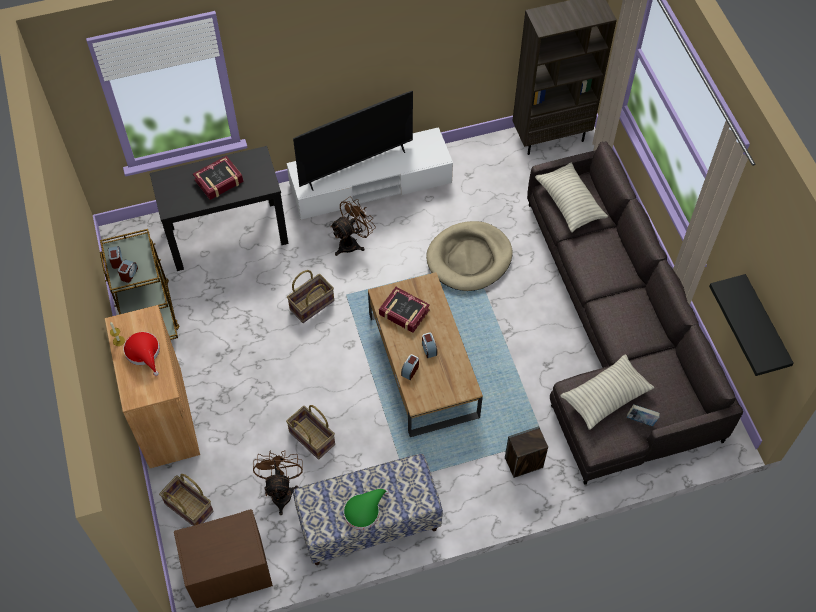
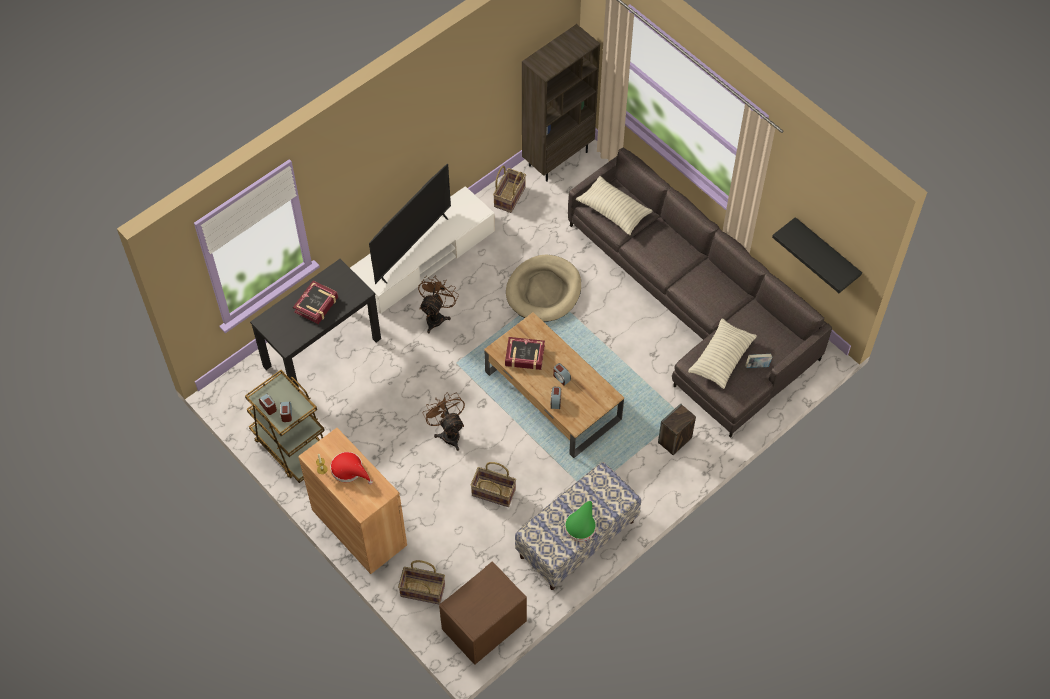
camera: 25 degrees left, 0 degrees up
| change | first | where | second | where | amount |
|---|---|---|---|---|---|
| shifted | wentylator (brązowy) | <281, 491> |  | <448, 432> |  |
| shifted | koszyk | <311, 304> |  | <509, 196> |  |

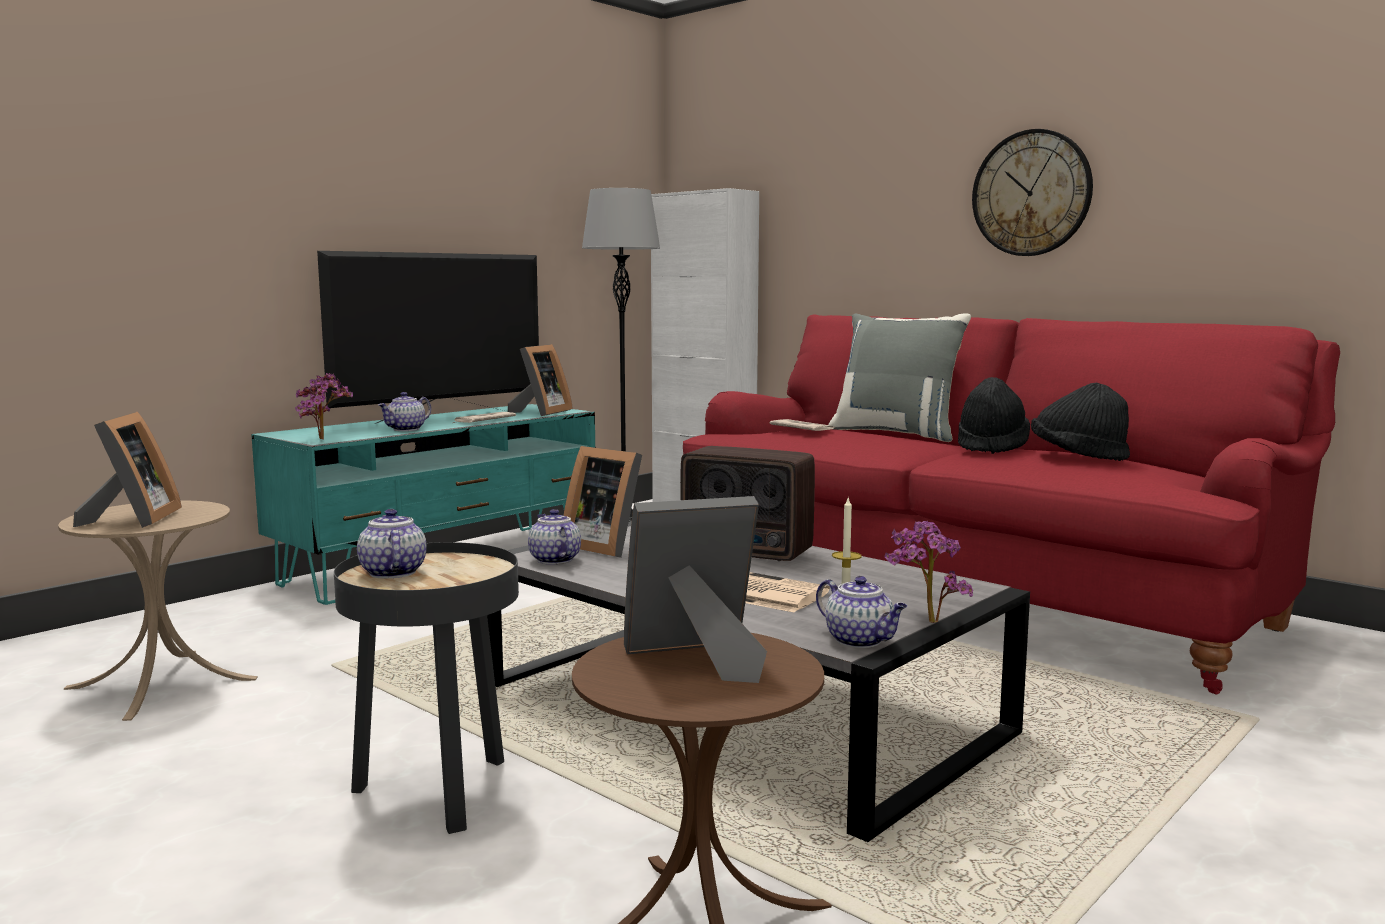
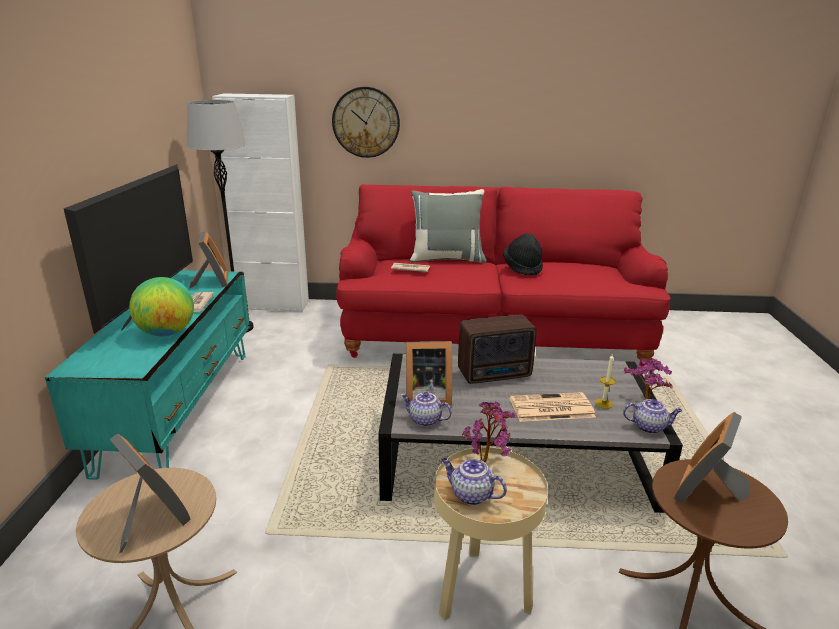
camera: 40 degrees left, 15 degrees up
| change | first | where | second | where | amount |
|---|---|---|---|---|---|
| swapped | imbryk | <406, 429> | globus | <167, 333> |  |
| shifted | zegar ścienny | <1031, 193> |  | <366, 122> |  |
| repainted | stolik (czarny) | <437, 791> | stolik (beżowy) | <481, 591> |  |
| shifted | roślina doniczkowa | <325, 440> |  | <488, 461> |  |
| gone | kapelusz (czarny) | <1078, 457> |  |  |  |

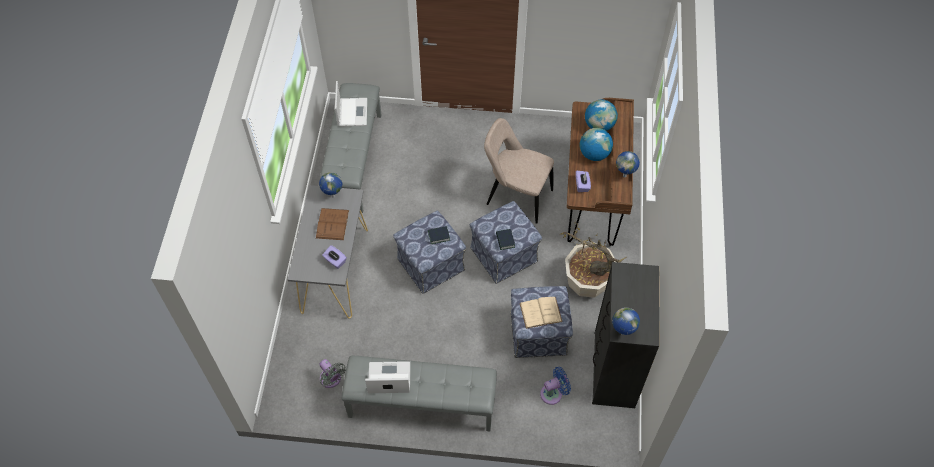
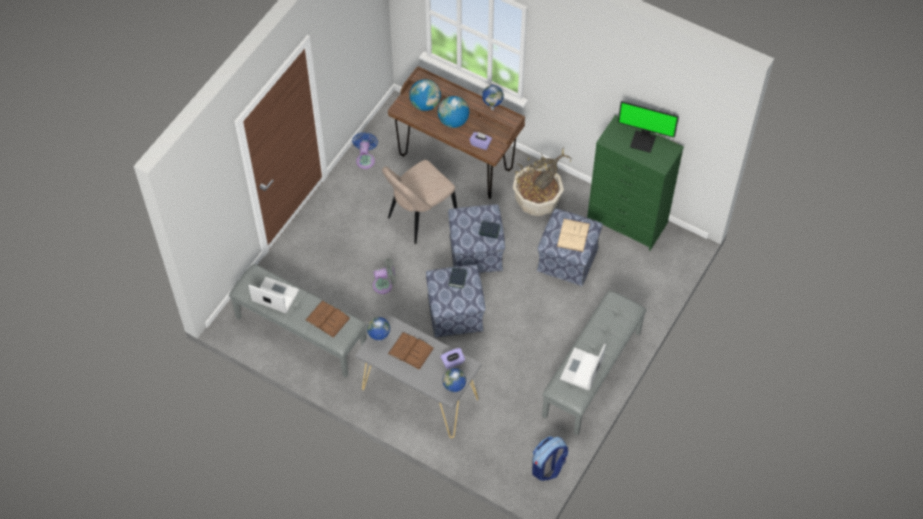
camera: 65 degrees left, 0 degrees up
| change | first | where | second | where | amount |
|---|---|---|---|---|---|
| new |  |  | książka (brązowy) | <327, 319> |  |
| shifted | wentylator (niebieski) | <553, 393> |  | <365, 159> |  |
| shifted | wentylator (szary) | <331, 380> |  | <385, 285> |  |
| shifted | globus | <622, 333> |  | <454, 391> |  |
| new |  |  | plecak | <548, 467> |  |
| repainted | komoda (czarny) | <614, 370> | komoda (zielony) | <627, 221> |  |
| new |  |  | monitor | <643, 141> |  |

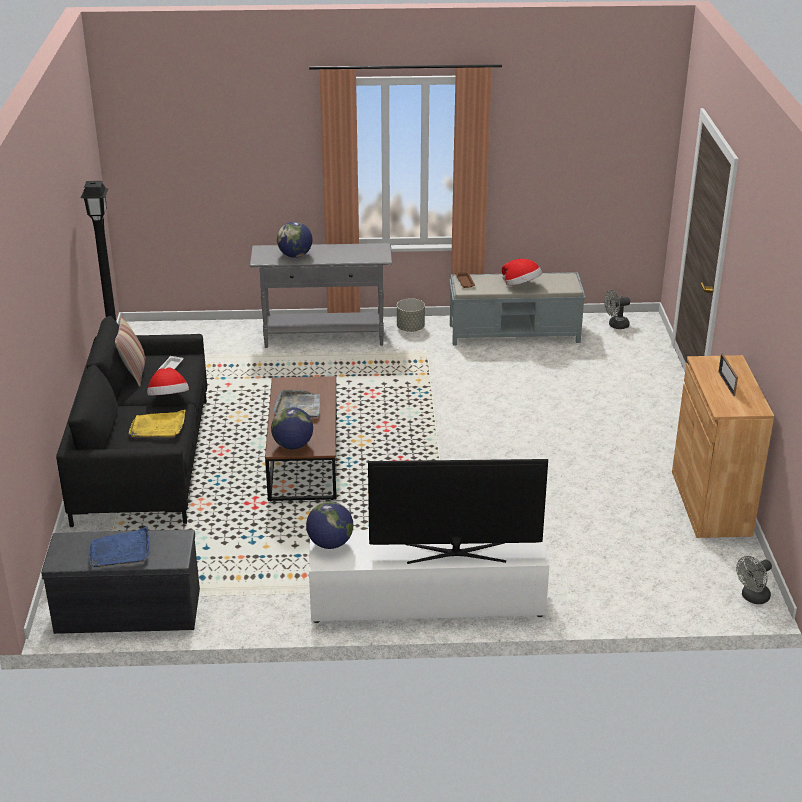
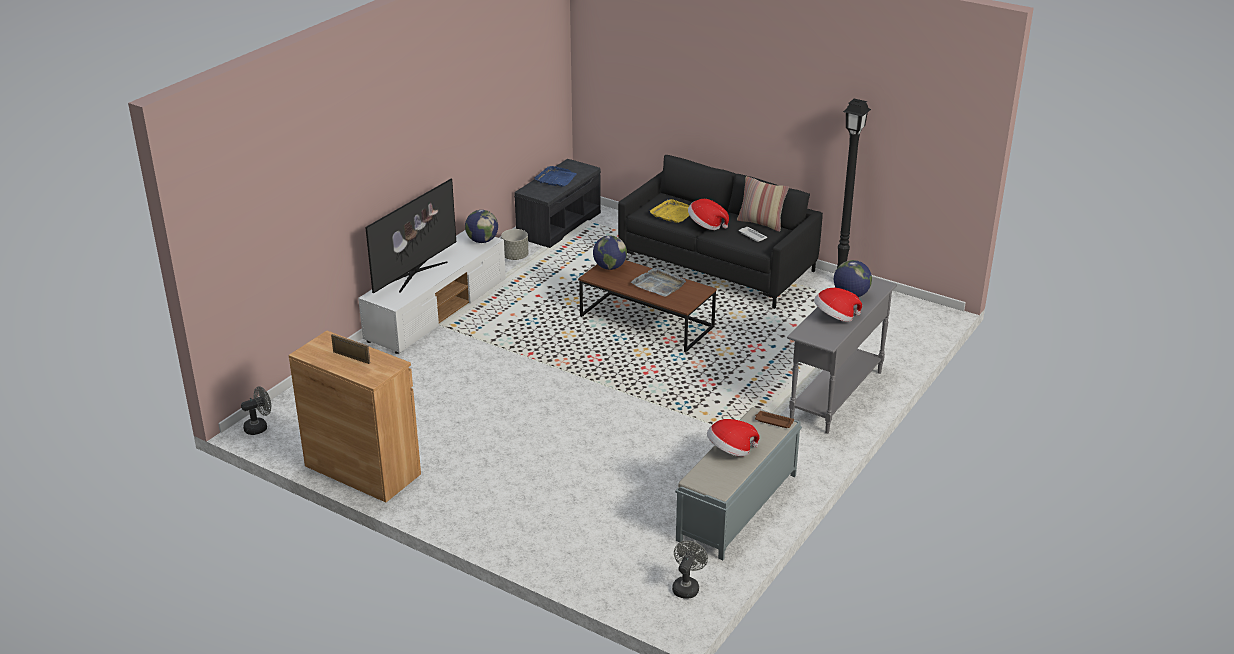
camera: 125 degrees right, 0 degrees up
| change | first | where | second | where | amount |
|---|---|---|---|---|---|
| rotated | wentylator (szary) | <752, 598> |  | <259, 427> | 60 degrees clockwise |
| shifted | donica (szary) | <410, 328> |  | <515, 257> |  |
| new |  |  | kapelusz | <835, 317> |  |

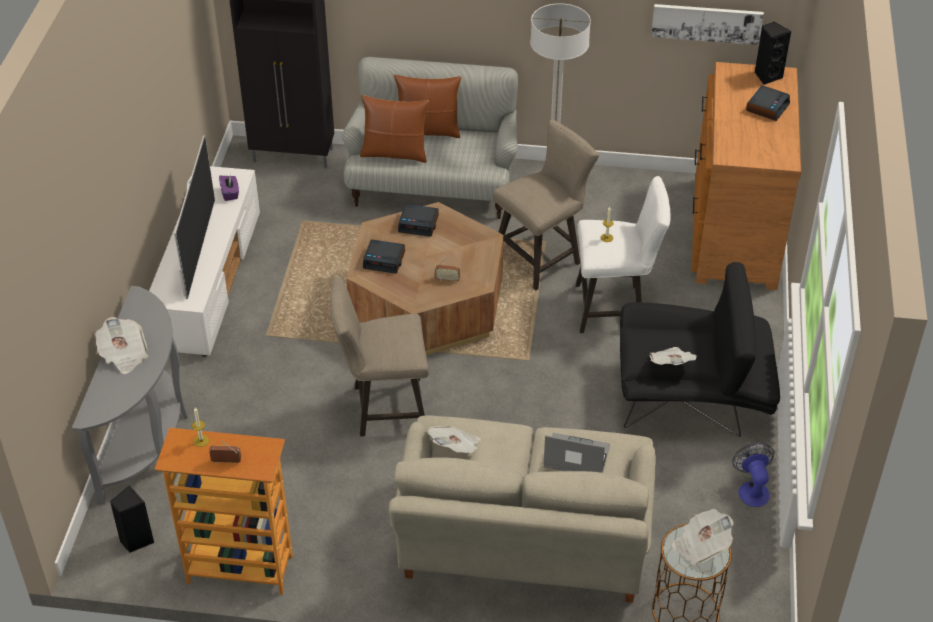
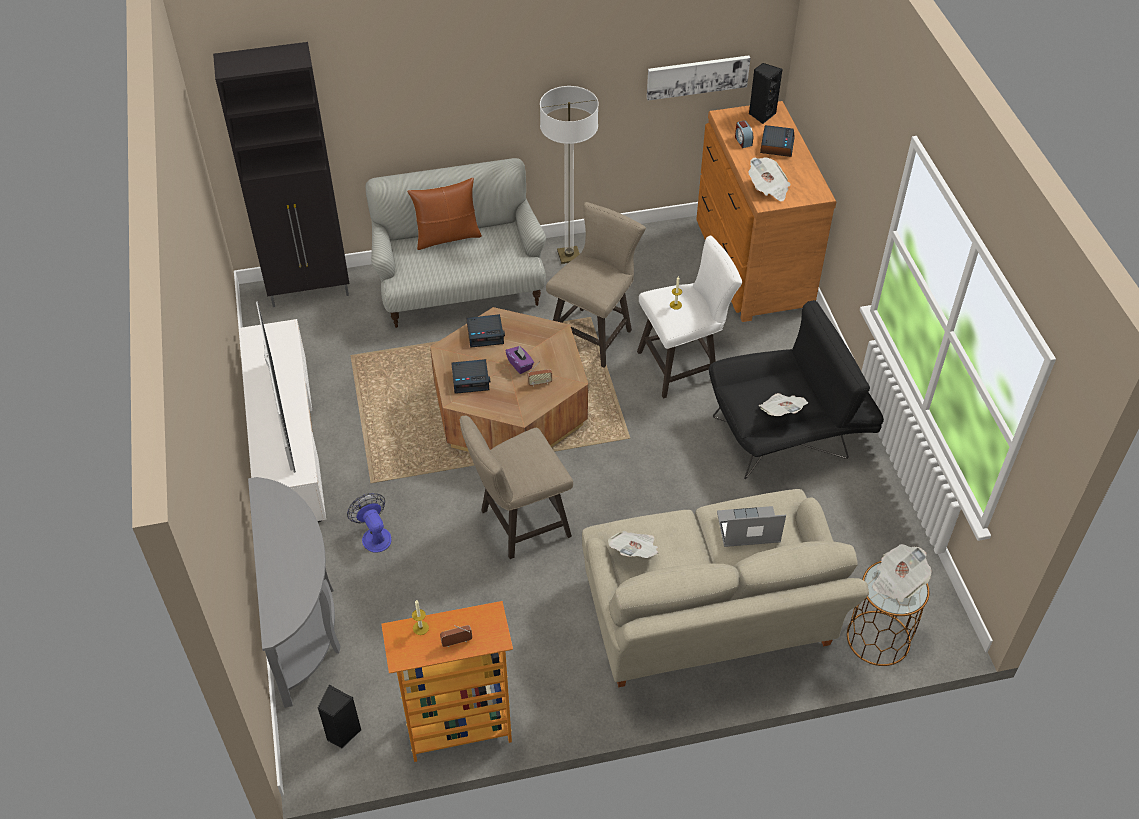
camera: 20 degrees left, 5 degrees up
| change | first | where | second | where | amount |
|---|---|---|---|---|---|
| shifted | wentylator | <752, 489> |  | <374, 535> |  |
| shifted | pudełko chusteczek (fioletowy) | <230, 193> |  | <520, 365> |  |
| new |  |  | budzik | <743, 141> |  |
| shifted | gazeta | <124, 355> |  | <768, 188> |  |
| gone | poduszka (brązowy) | <394, 153> |  |  |  |

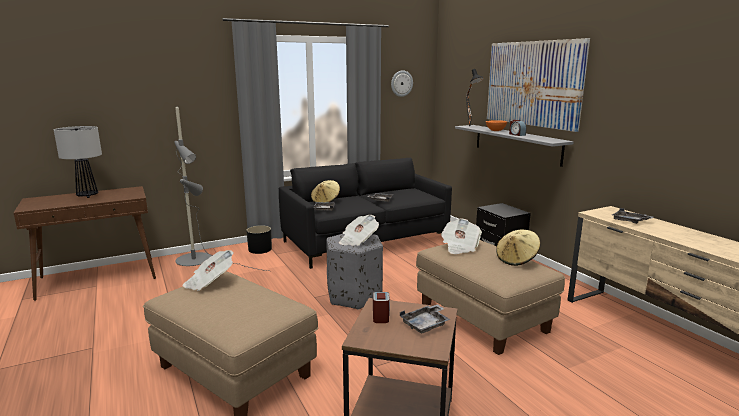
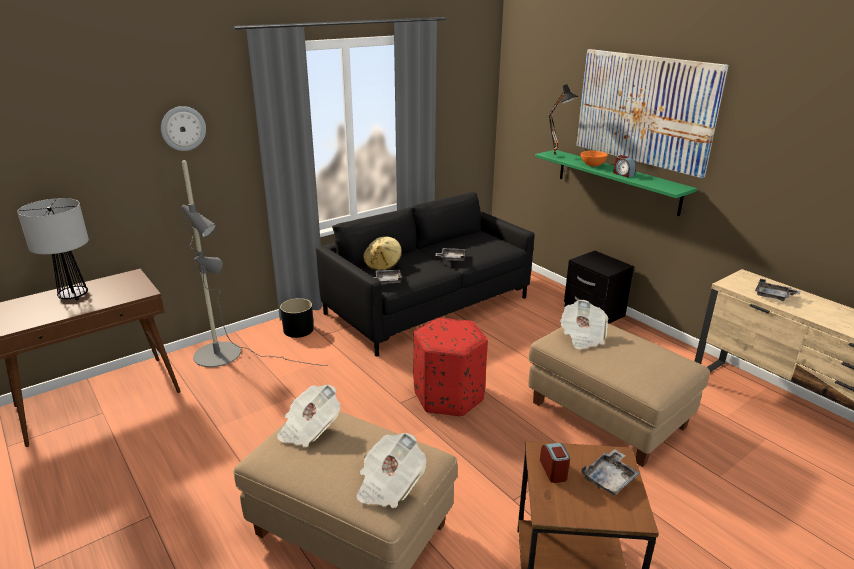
camera: 10 degrees left, 10 degrees up
| change | first | where | second | where | amount |
|---|---|---|---|---|---|
| shifted | zegar ścienny | <401, 83> |  | <183, 128> |  |
| shifted | gazeta | <358, 240> |  | <389, 485> |  |
| repainted | pufa (szary) | <355, 296> | pufa (czerwony) | <449, 396> |  |
| repainted | półka (szary) | <516, 144> | półka (zielony) | <617, 181> |  |
| gone | kapelusz (beżowy) | <517, 259> |  |  |  |

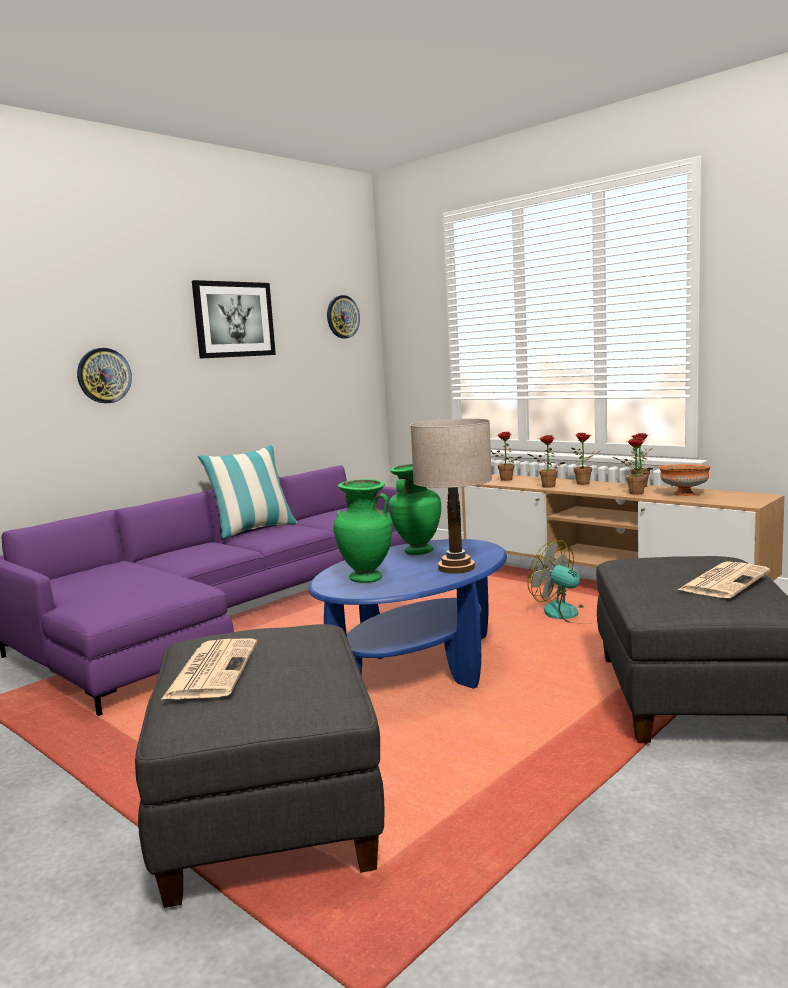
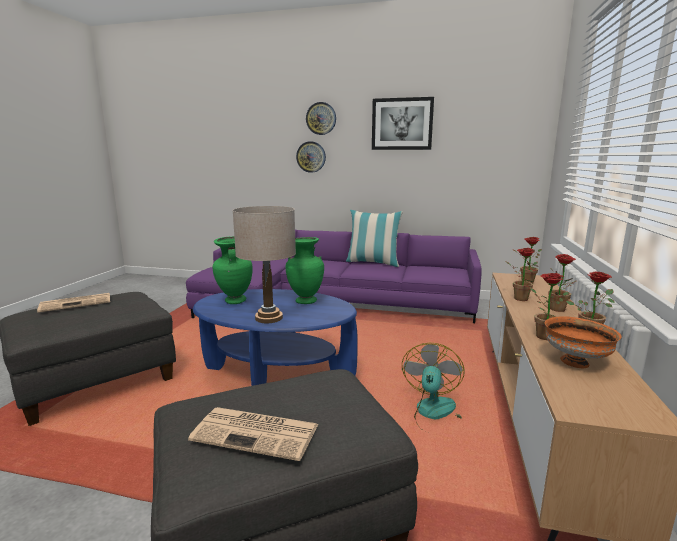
camera: 60 degrees right, 5 degrees up
| change | first | where | second | where | amount |
|---|---|---|---|---|---|
| shifted | zegar ścienny | <342, 317> |  | <321, 118> |  |

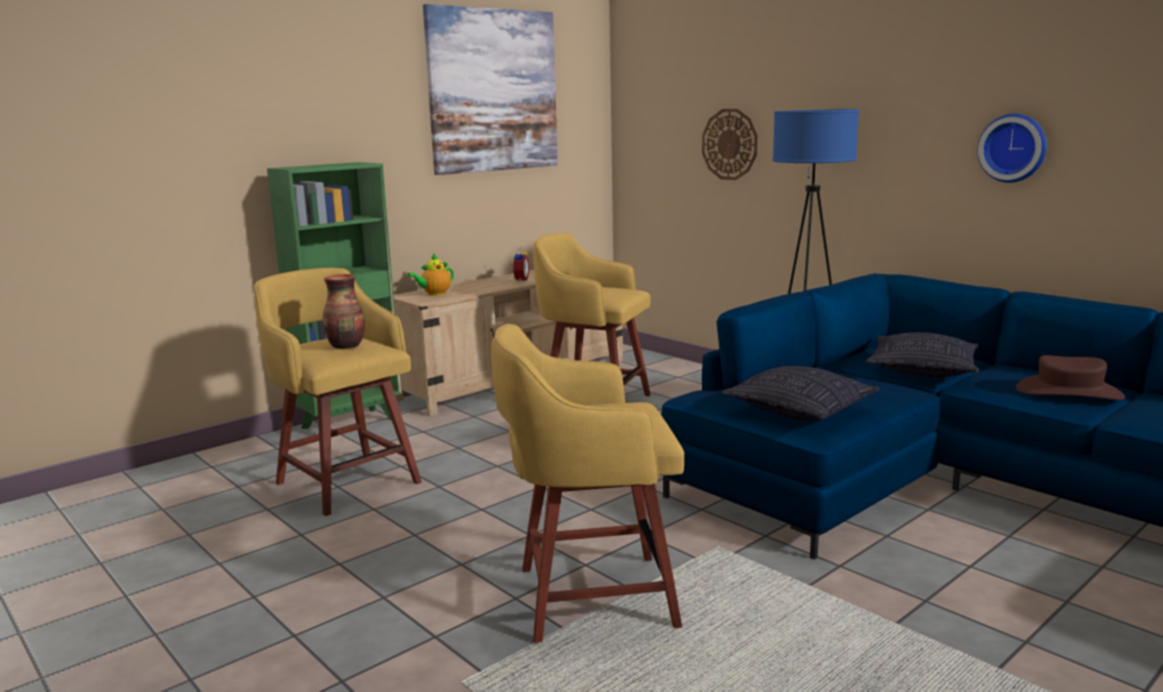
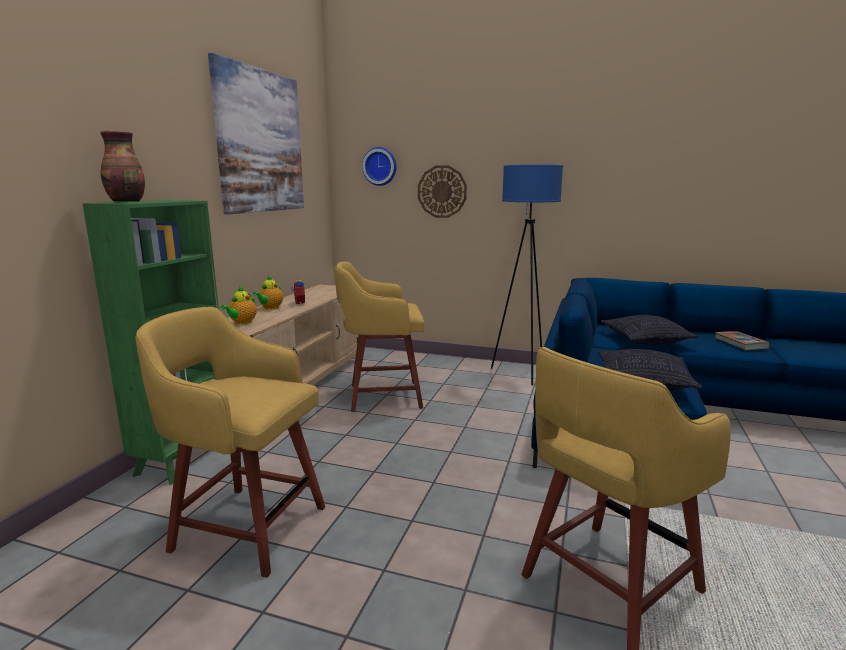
camera: 30 degrees left, 0 degrees up
| change | first | where | second | where | amount |
|---|---|---|---|---|---|
| shifted | wazon | <346, 346> |  | <127, 202> |  |
| new |  |  | imbryk | <270, 308> |  |
| shifted | zegar ścienny | <1014, 148> |  | <380, 166> |  |
| swapped | kapelusz (brązowy) | <1068, 392> | książka | <741, 343> |  |

